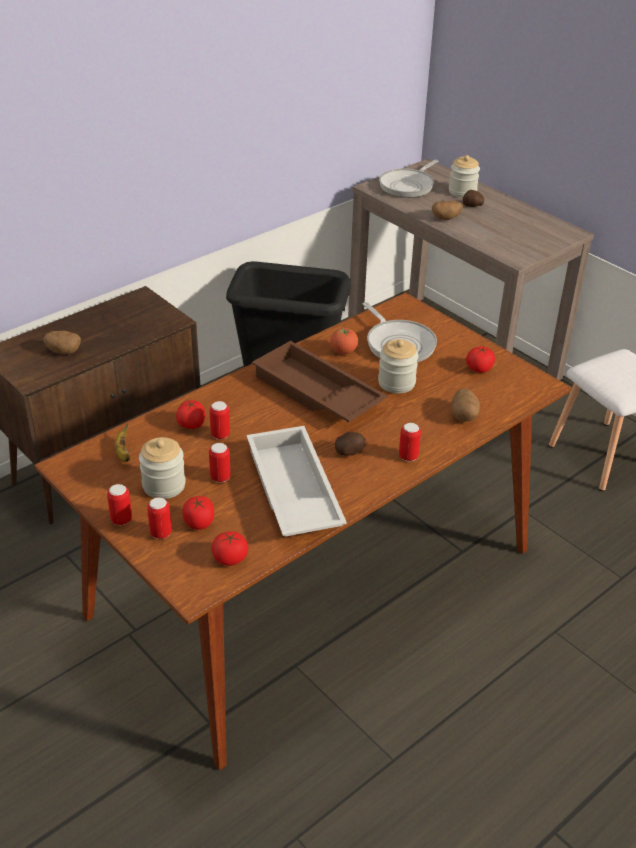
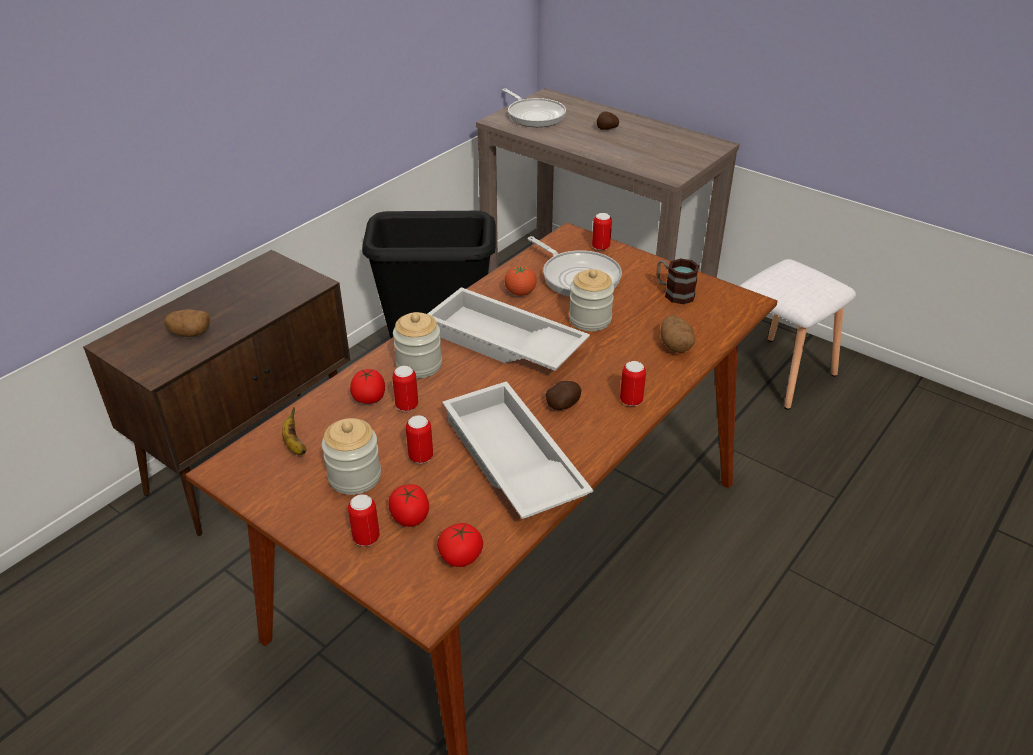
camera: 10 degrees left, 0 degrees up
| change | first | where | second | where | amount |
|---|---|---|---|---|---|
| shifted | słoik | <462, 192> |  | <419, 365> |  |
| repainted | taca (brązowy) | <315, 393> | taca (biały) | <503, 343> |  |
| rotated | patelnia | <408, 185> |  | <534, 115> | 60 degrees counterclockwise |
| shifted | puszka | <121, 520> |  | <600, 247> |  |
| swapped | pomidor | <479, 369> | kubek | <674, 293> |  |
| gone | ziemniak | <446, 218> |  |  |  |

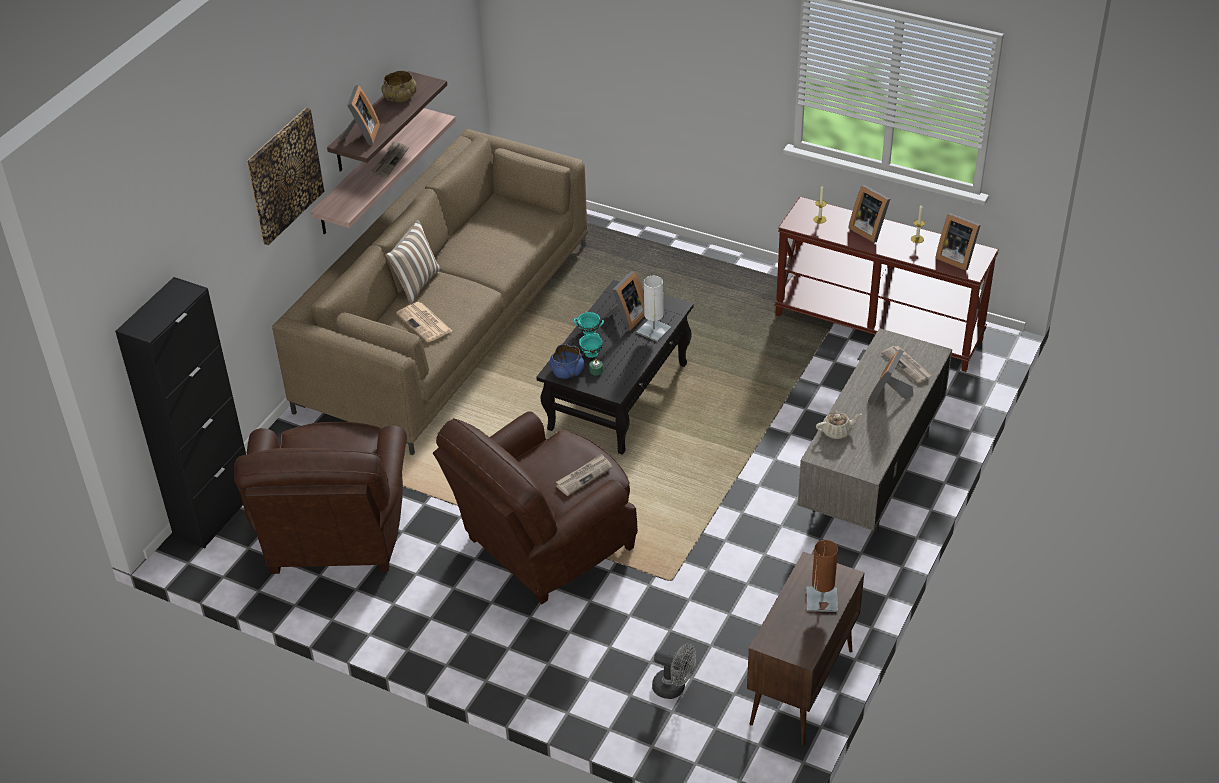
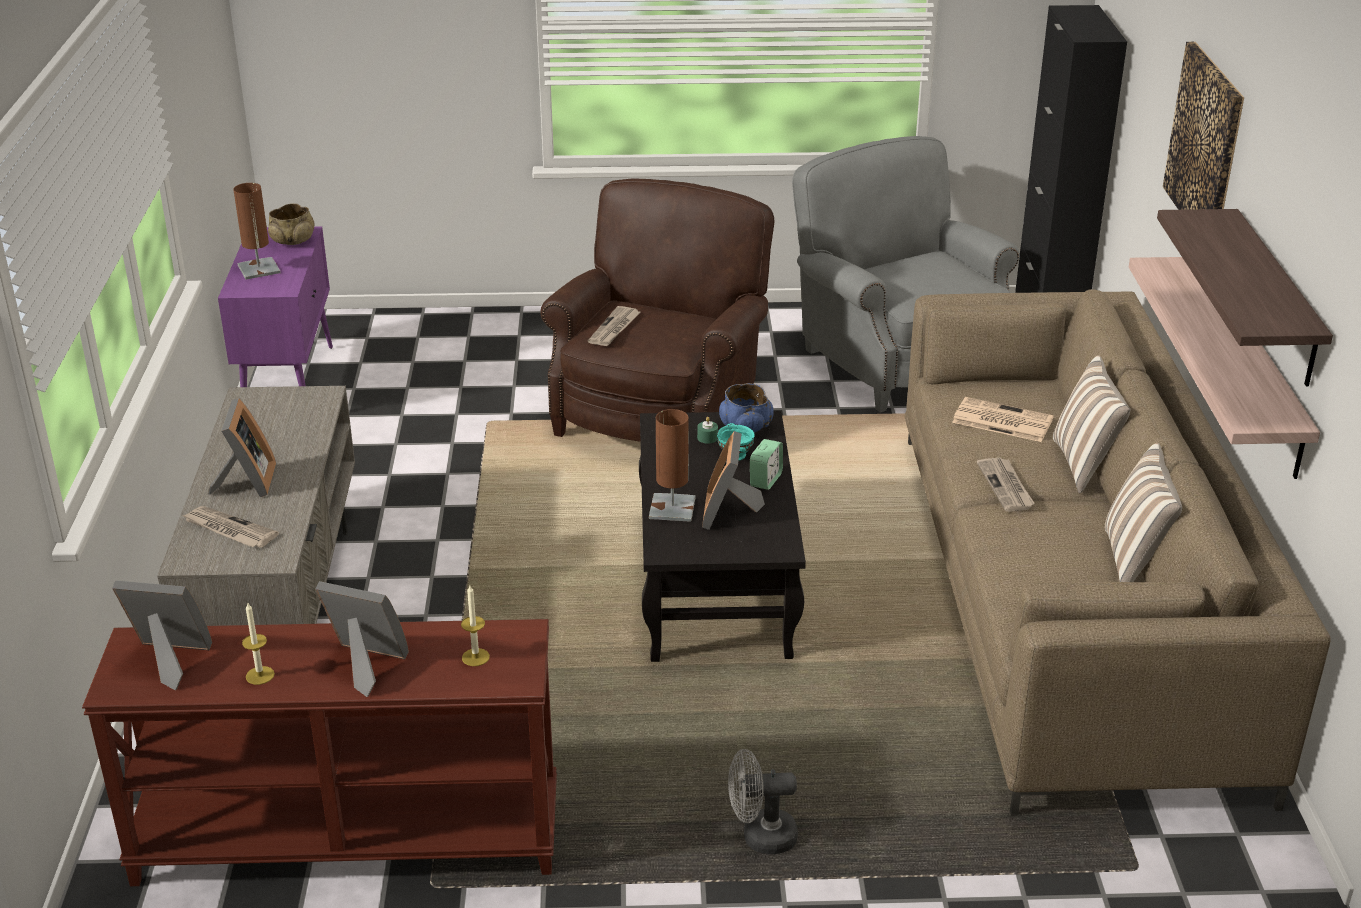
camera: 150 degrees right, 10 degrees down
| change | first | where | second | where | amount |
|---|---|---|---|---|---|
| repainted | szafka (brązowy) | <801, 688> | szafka (fioletowy) | <289, 382> |  |
| shifted | miska (beżowy) | <400, 97> |  | <293, 240> |  |
| repainted | lampa stołowa (biały) | <653, 330> | lampa stołowa (brązowy) | <672, 508> |  |
| shifted | wentylator (szary) | <674, 688> |  | <760, 837> |  |
| swapped | miska (turkusowy) | <589, 331> | budzik | <765, 480> |  |
| repainted | fotel (brązowy) | <335, 536> | fotel (szary) | <896, 358> |  |
| shifted | gazeta | <389, 161> |  | <1006, 487> |  |
| new |  |  | poduszka | <1134, 560> |  |
| gone | ramka na zdjęcie | <361, 135> |  |  |  |
| gone | imbryk (beżowy) | <837, 431> |  |  |  |

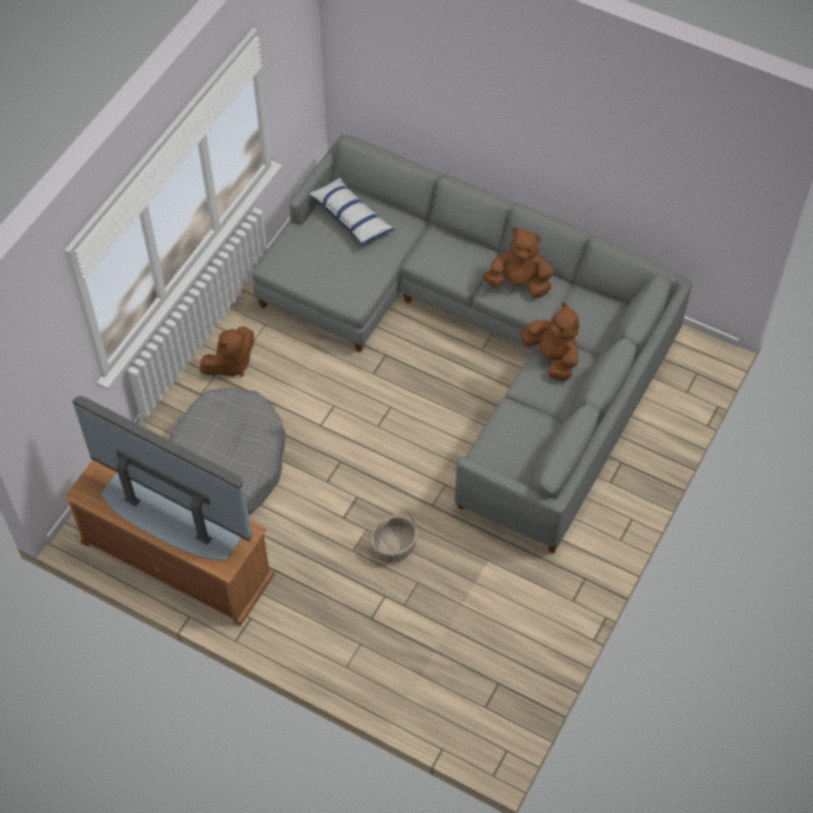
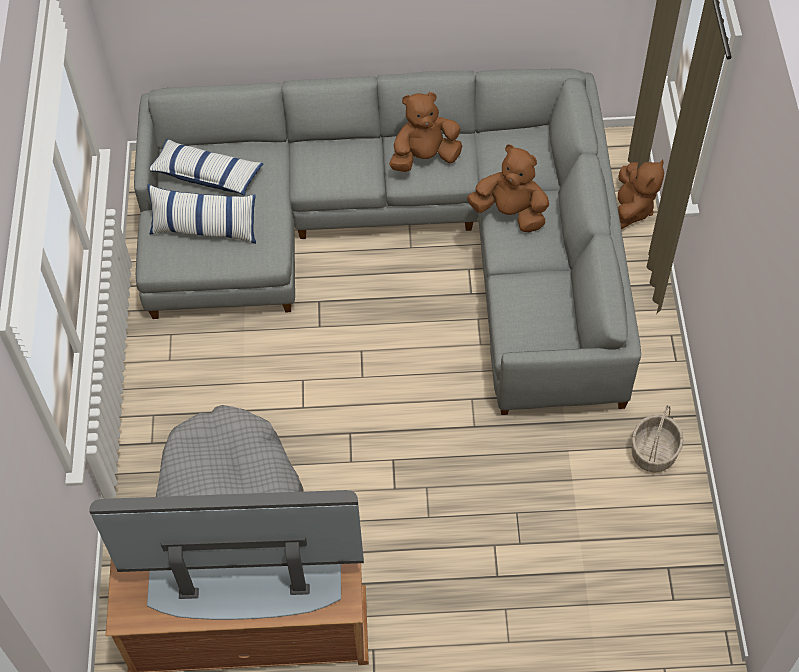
camera: 30 degrees left, 0 degrees up
| change | first | where | second | where | amount |
|---|---|---|---|---|---|
| new |  |  | poduszka | <204, 229> |  |
| shifted | pluszak (brązowy) | <230, 364> |  | <630, 209> |  |
| shifted | koszyk | <394, 547> |  | <654, 453> |  |

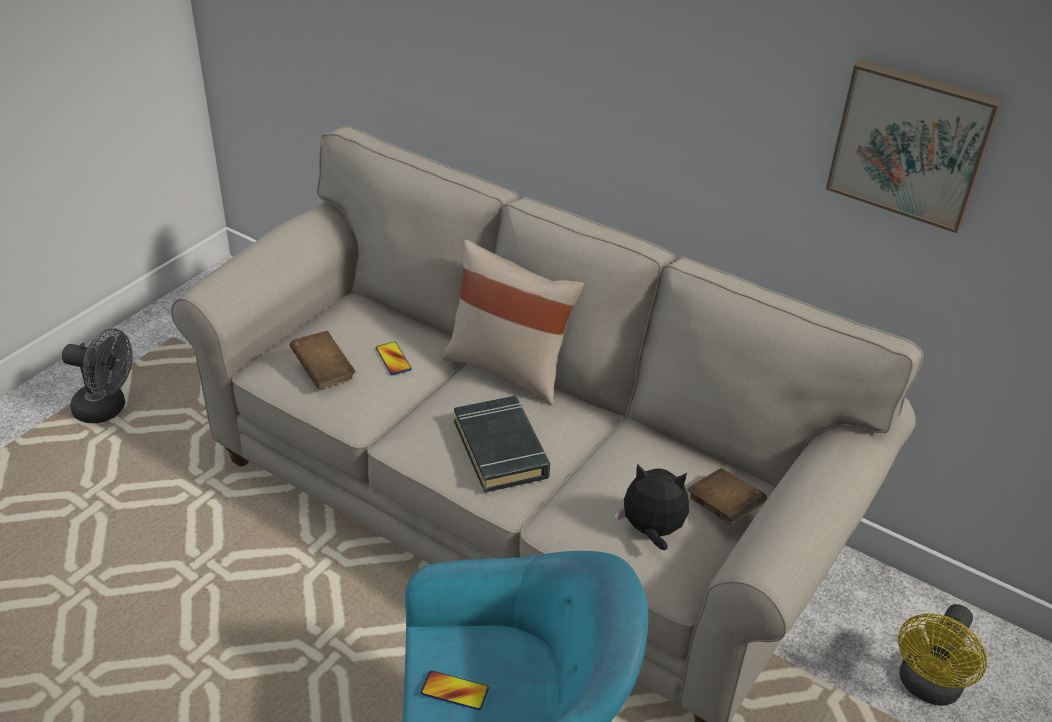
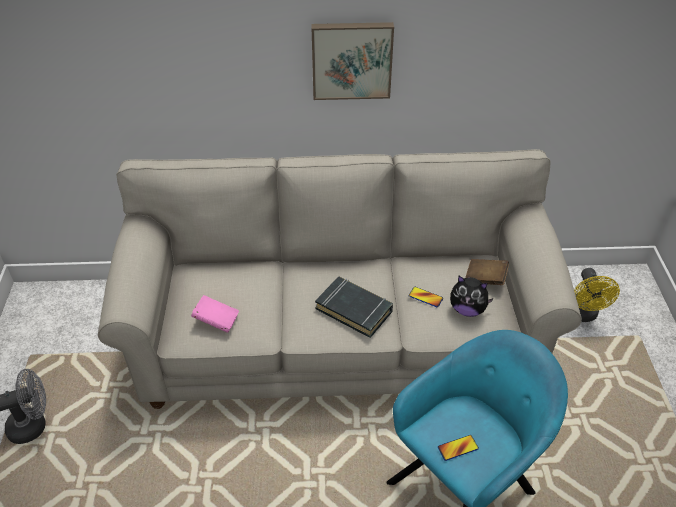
camera: 35 degrees left, 5 degrees up
| change | first | where | second | where | amount |
|---|---|---|---|---|---|
| repainted | książka (brązowy) | <323, 372> | książka (różowy) | <216, 321> |  |
| shifted | obraz | <912, 143> |  | <351, 60> |  |
| shifted | telefon | <393, 359> |  | <425, 297> |  |
| rotated | pluszak | <651, 531> |  | <467, 309> | 135 degrees counterclockwise |
| gone | poduszka (beżowy) | <508, 369> |  |  |  |

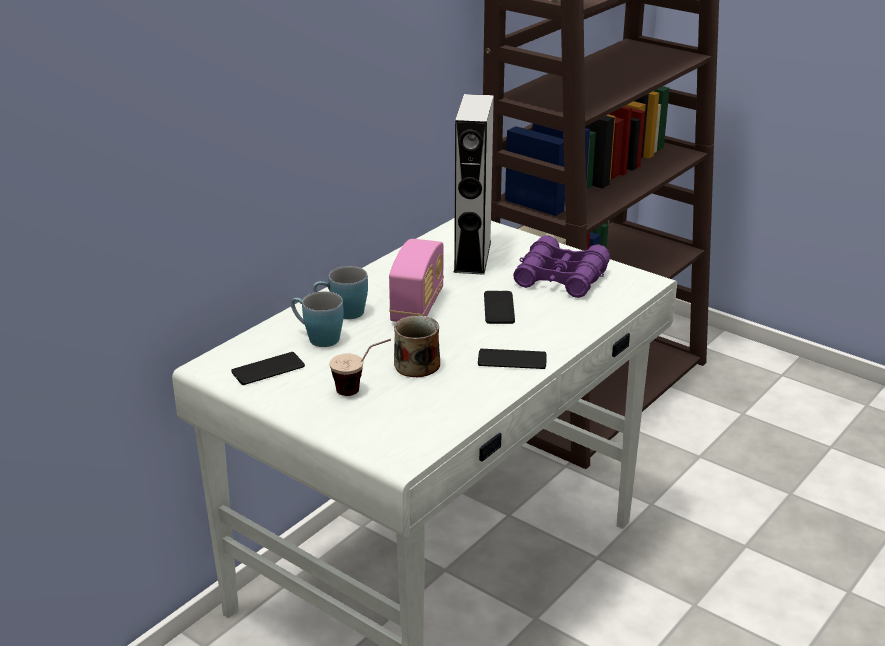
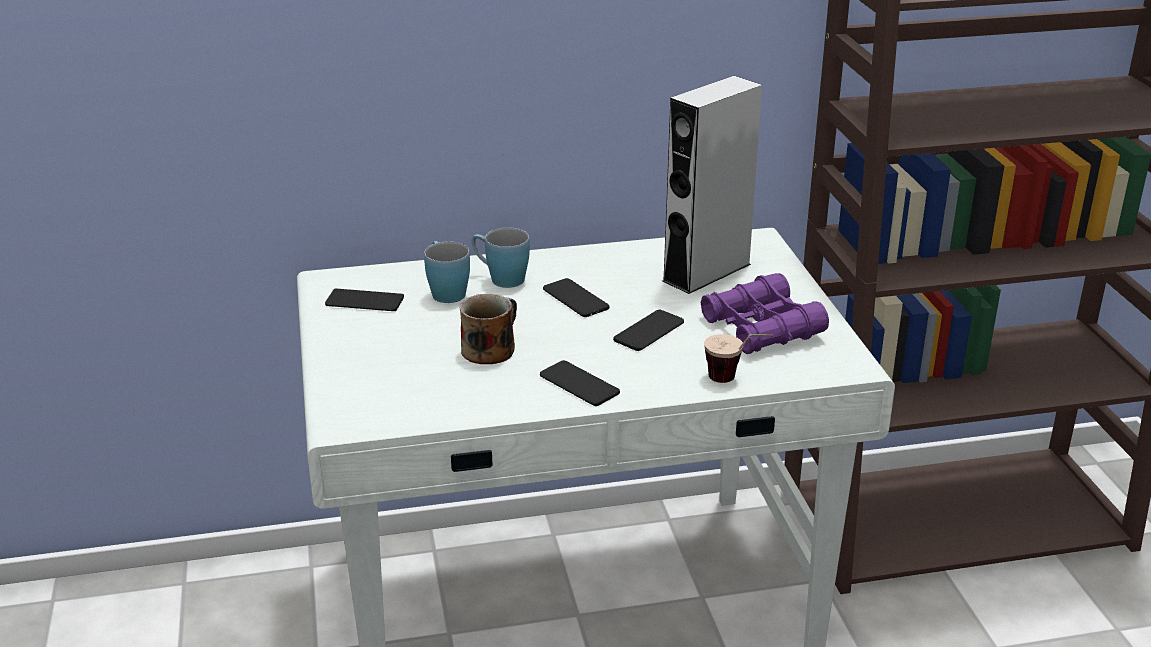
camera: 40 degrees right, 0 degrees up
| change | first | where | second | where | amount |
|---|---|---|---|---|---|
| swapped | radio | <417, 306> | telefon | <575, 299> |  |
| shifted | filiżanka | <361, 389> |  | <736, 381> |  |

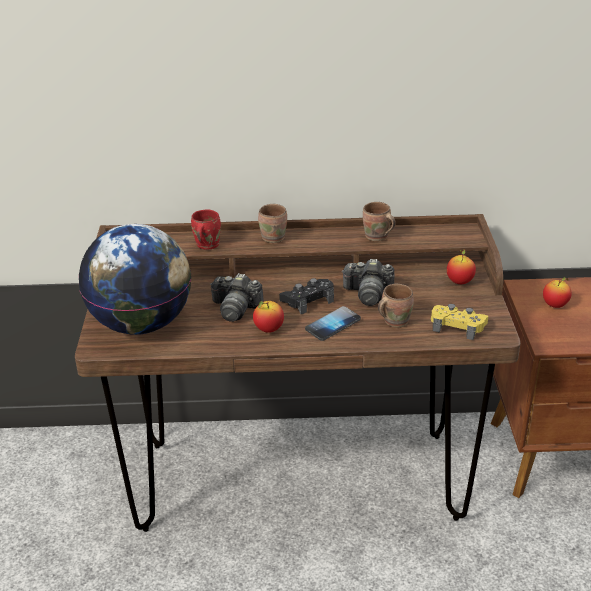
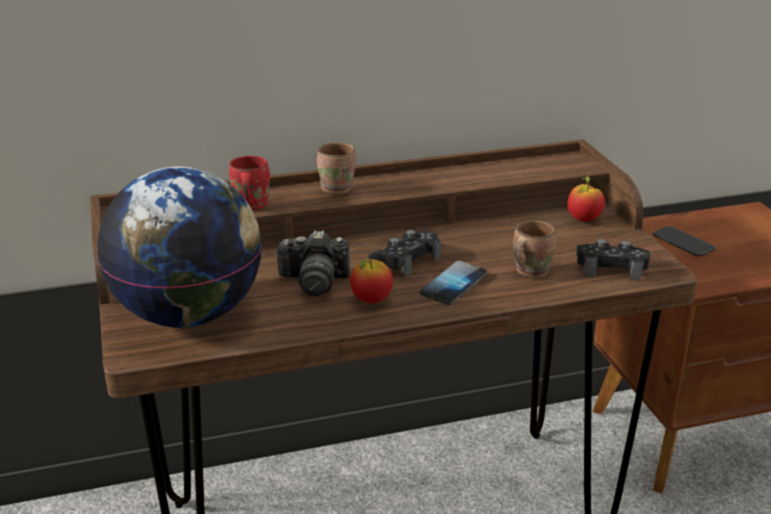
camera: 15 degrees left, 5 degrees down
| change | first | where | second | where | amount |
|---|---|---|---|---|---|
| repainted | pad do gier (żółty) | <457, 326> | pad do gier (czarny) | <611, 267> |  |
| swapped | jabłko | <555, 305> | telefon | <683, 242> |  |
| gone | aparat fotograficzny | <368, 294> |  |  |  |
| gone | kubek (brązowy) | <377, 237> |  |  |  |

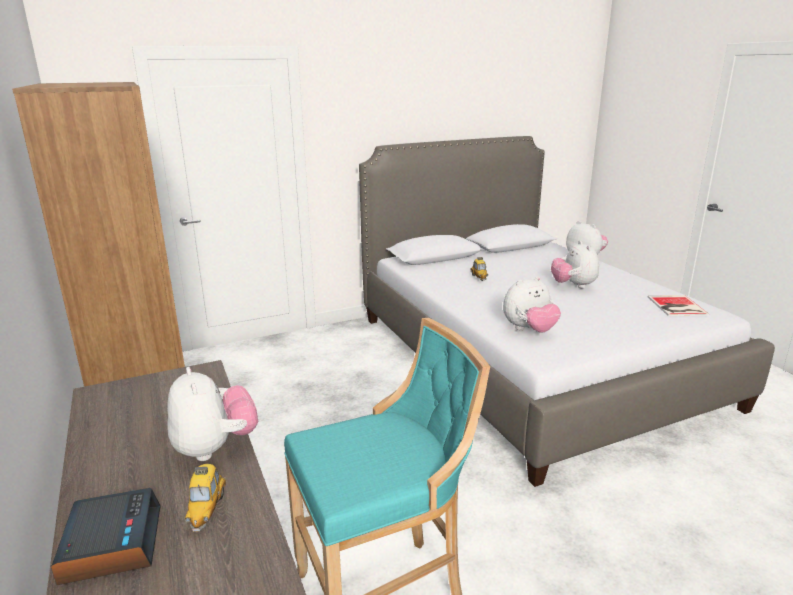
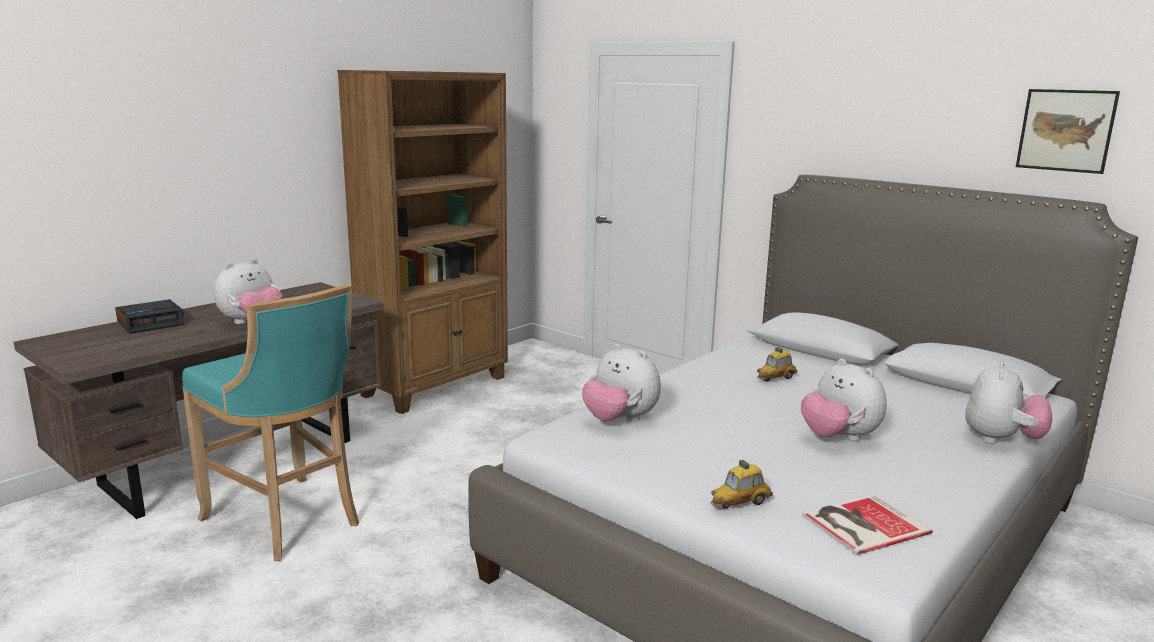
camera: 65 degrees right, 5 degrees down
| change | first | where | second | where | amount |
|---|---|---|---|---|---|
| shifted | samochodzik | <207, 509> |  | <740, 503> |  |
| rotated | pluszak | <573, 286> |  | <838, 438> | 90 degrees counterclockwise |
| new |  |  | obraz | <1066, 130> |  |

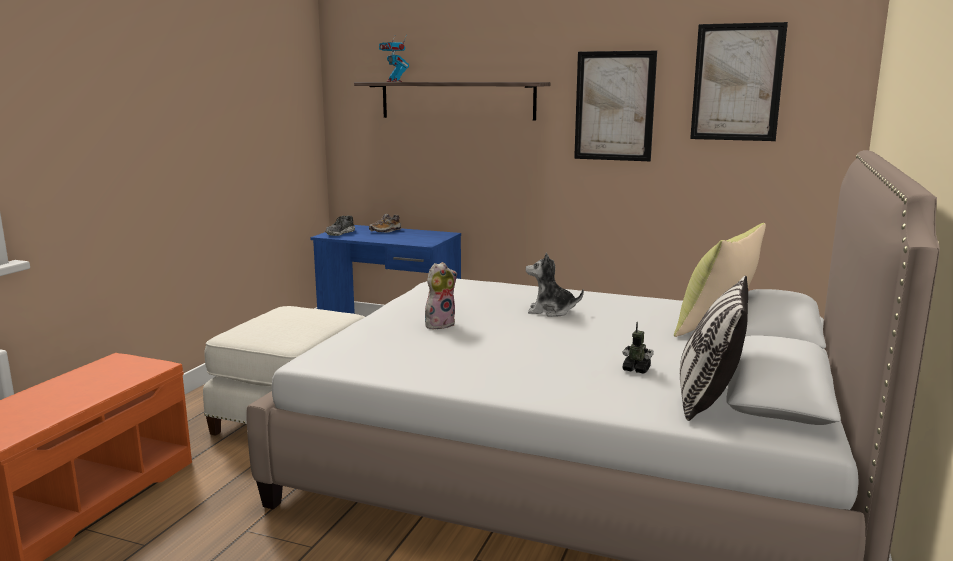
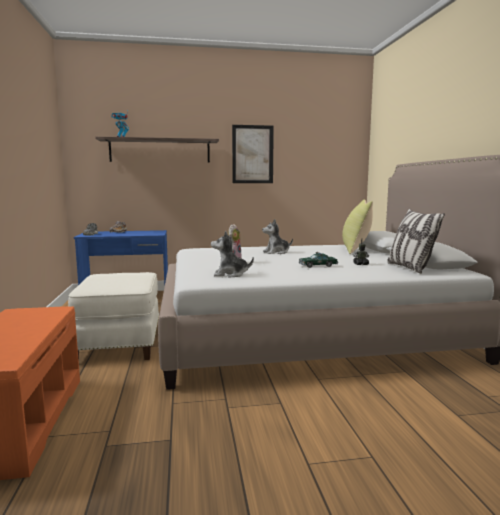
camera: 30 degrees left, 5 degrees down
| change | first | where | second | where | amount |
|---|---|---|---|---|---|
| new |  |  | pluszak | <230, 274> |  |
| new |  |  | samochodzik | <317, 265> |  |
| gone | obraz | <737, 82> |  |  |  |

